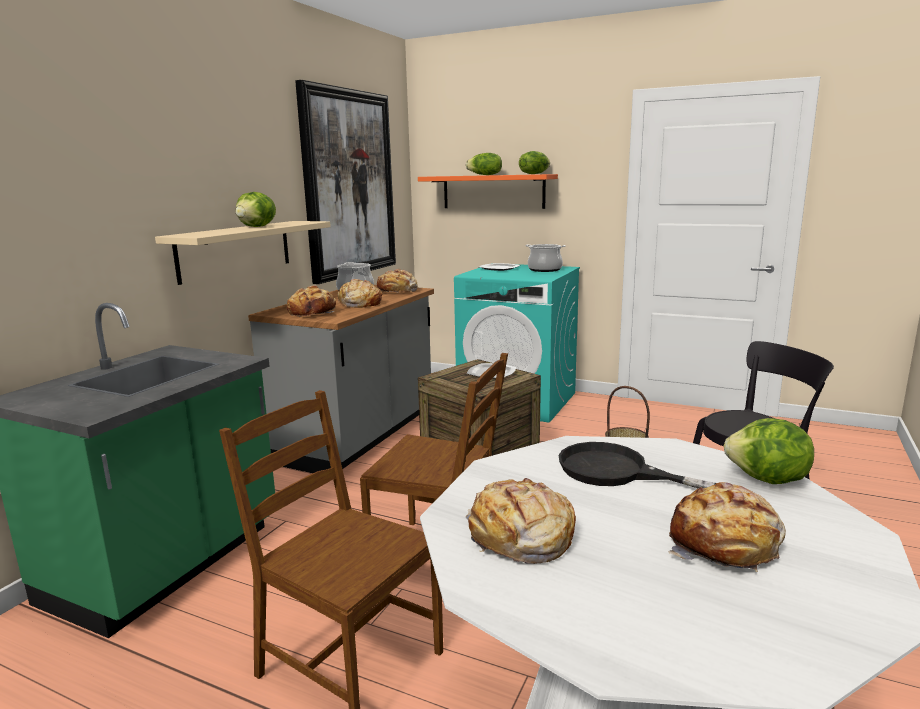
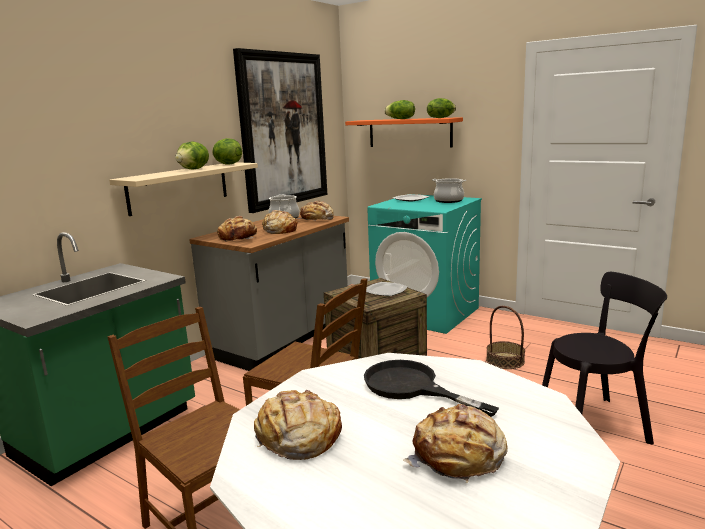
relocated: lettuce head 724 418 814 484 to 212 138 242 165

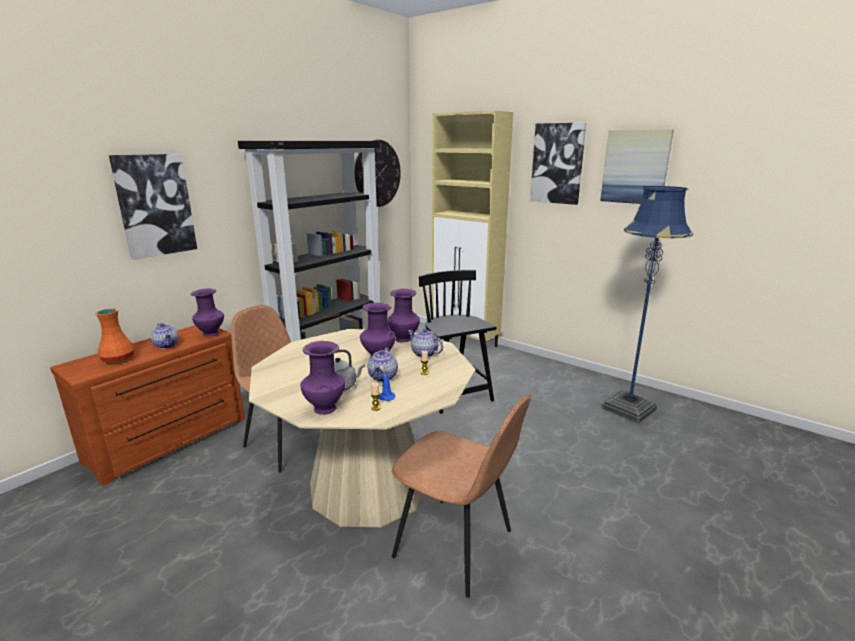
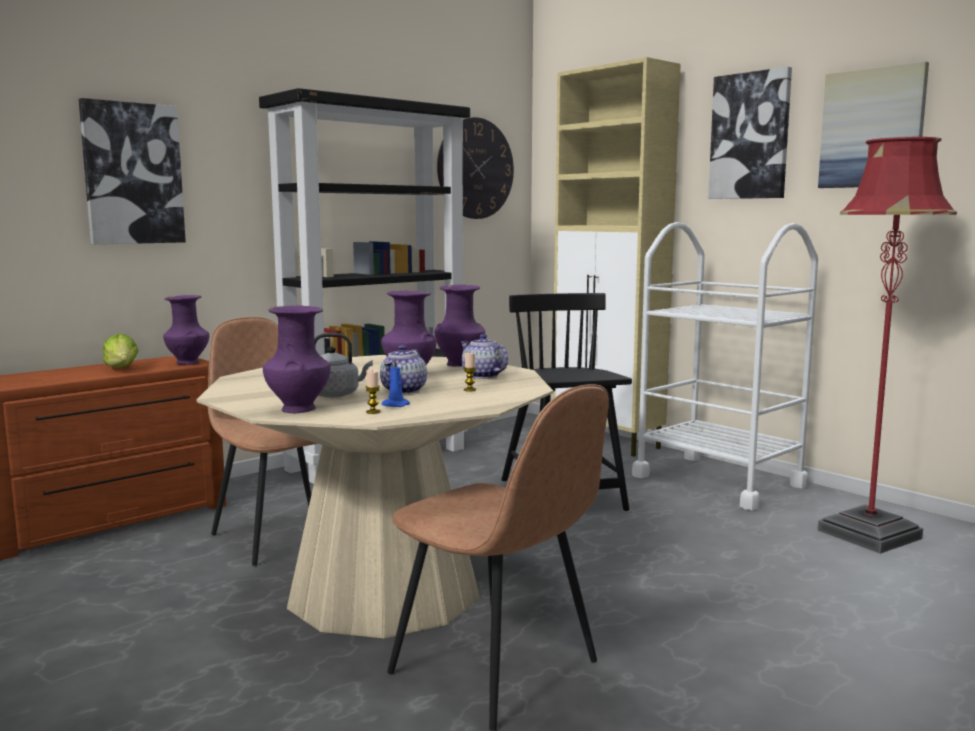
missing: orangey decorative vase 95 308 135 363
appeared: whitish wheeled cart 632 222 818 510
exchanged: tea pot 151 323 179 349 to lettuce head 103 334 138 368
colour: blue-coloured standard lamp 601 186 693 424 to red-coloured standard lamp 817 137 957 554

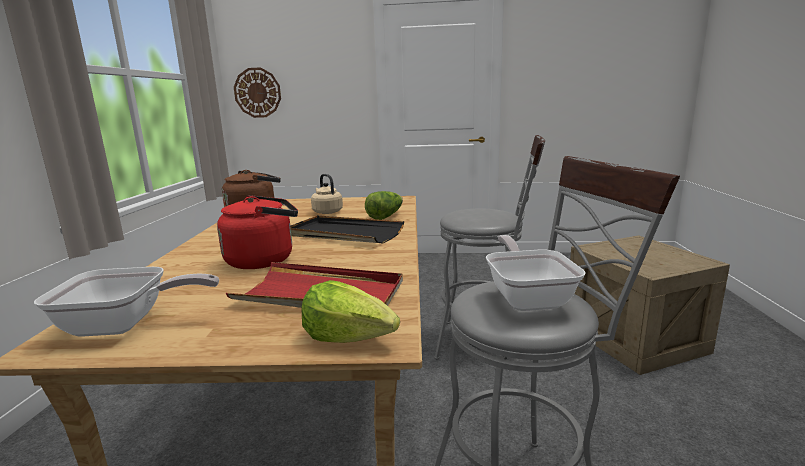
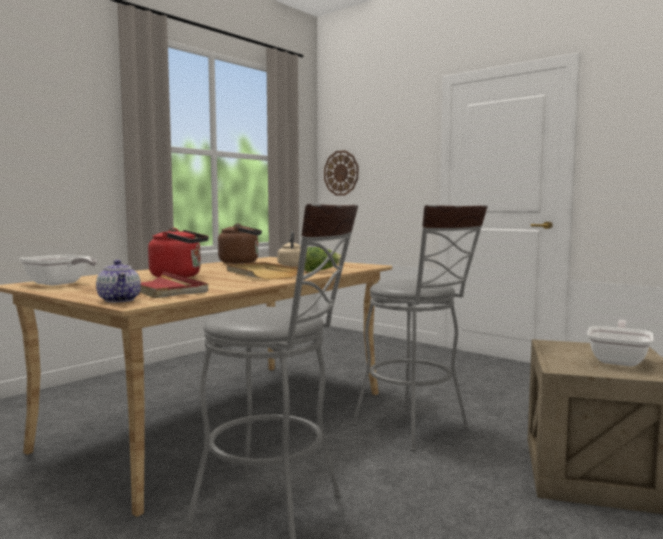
relocated: frying pan 486 235 586 311 to 587 320 653 366
exchanged: lettuce head 301 280 400 343 to tea pot 96 260 141 303
colour: blackish serving tray 291 216 404 243 to sand-coloured serving tray 227 262 298 279

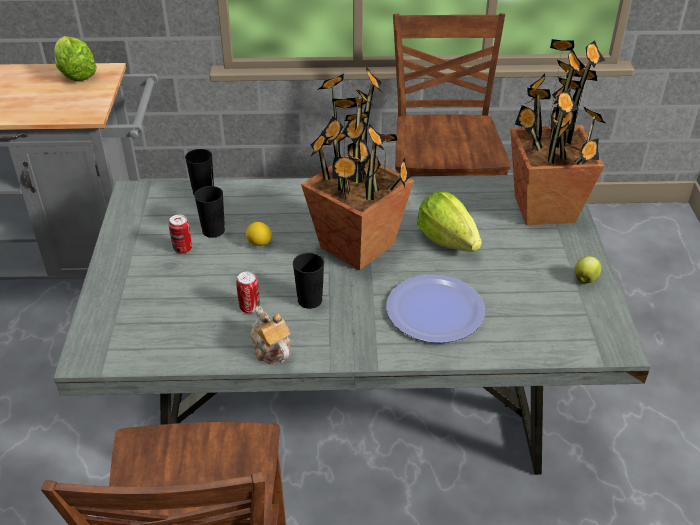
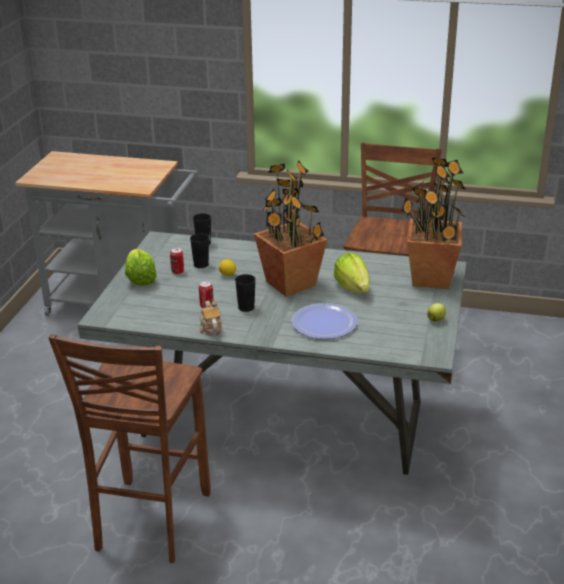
relocated: lettuce head 54 36 97 81 to 125 249 157 286

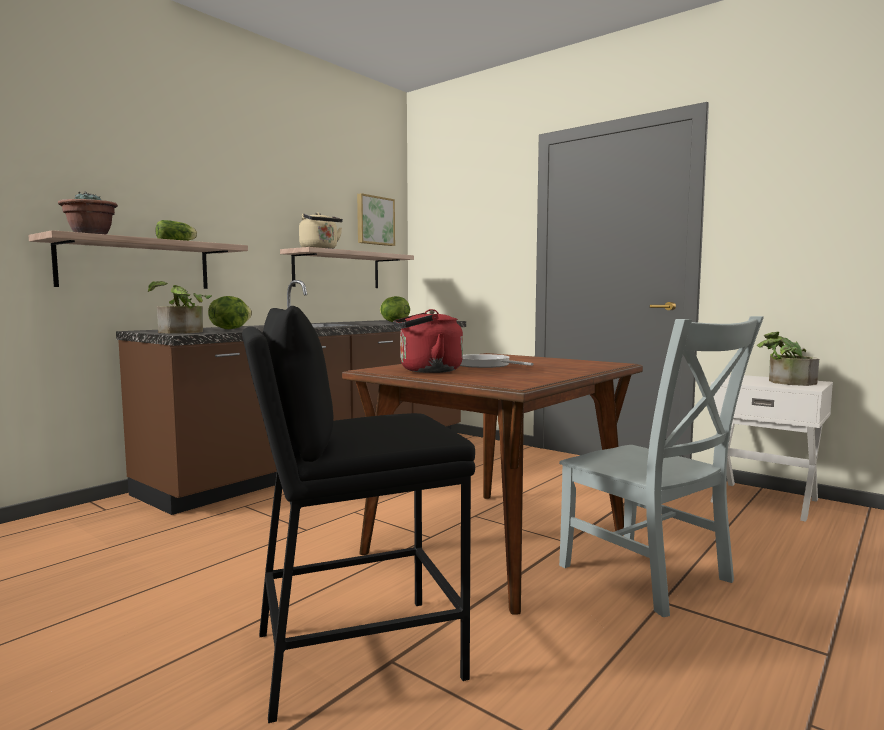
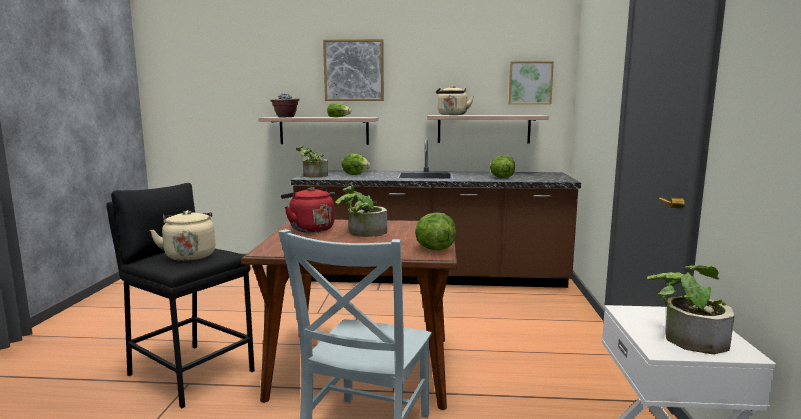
appeared: sand-coloured tea kettle 150 210 215 261; wall picture 323 39 384 101; lettuce head 415 212 456 250
exchanged: frying pan 460 354 533 368 to plant in a pot 336 185 387 237

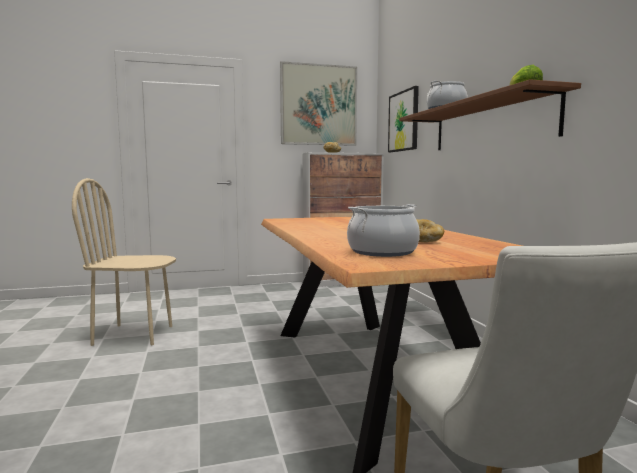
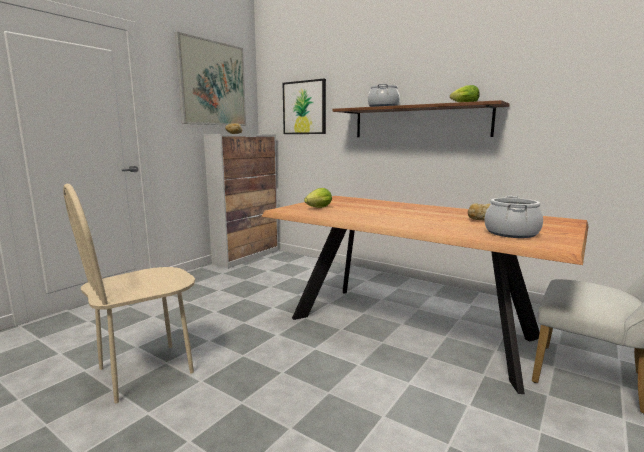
appeared: lettuce head 304 188 332 208

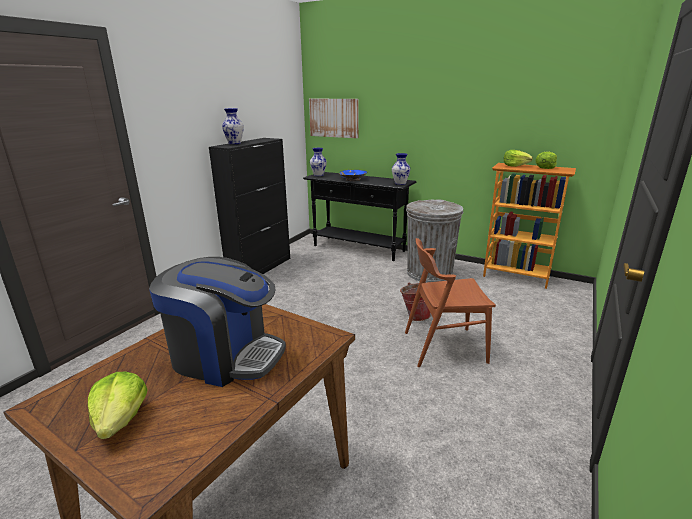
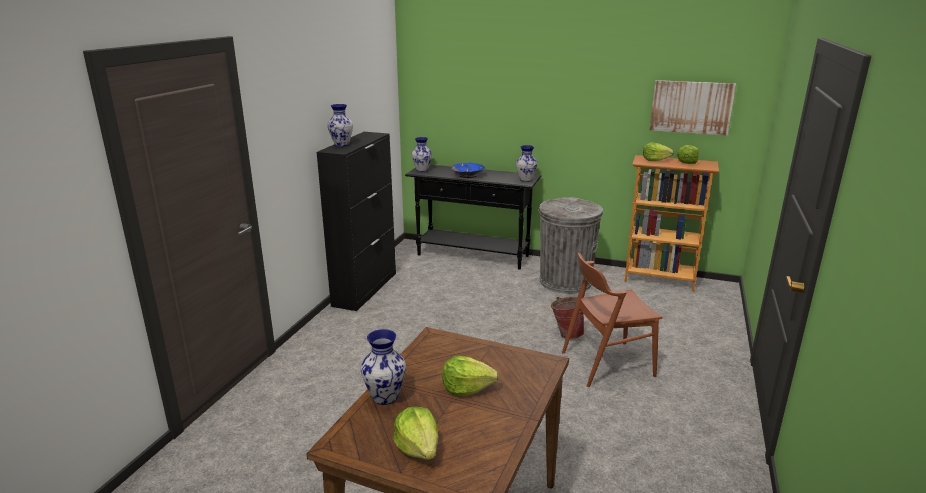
appeared: decorative vase 361 329 406 405
relocated: wall picture 309 99 359 138 to 650 80 736 136
exchanged: coffee maker 149 257 286 387 to lettuce head 442 356 499 396

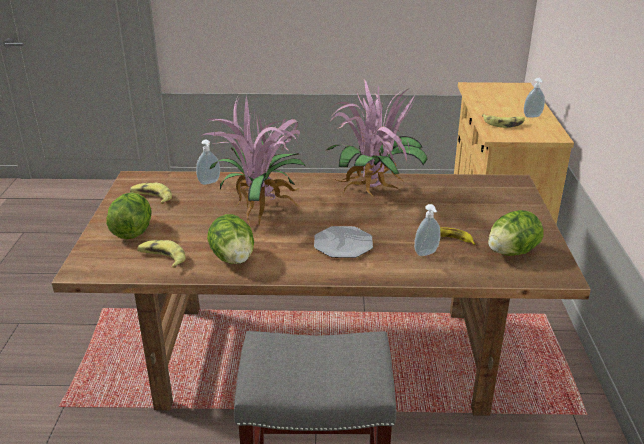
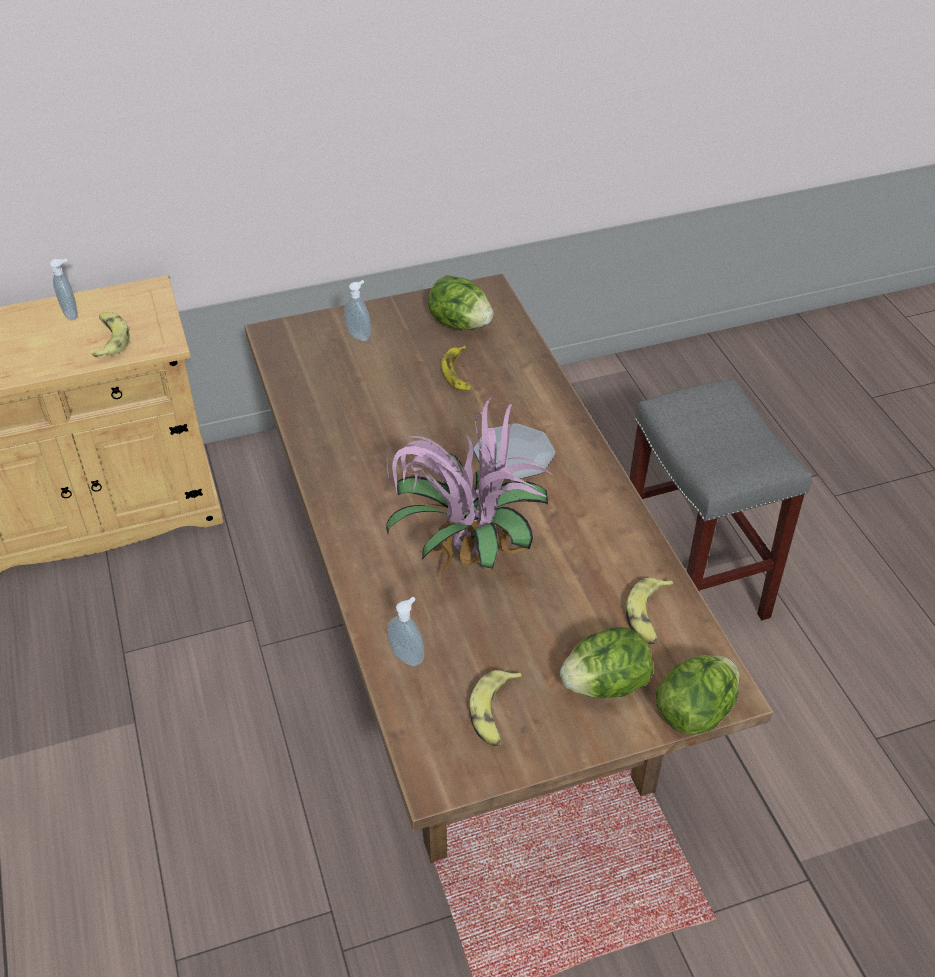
missing: plant in a pot 327 79 427 197
relocated: soap bottle 414 204 441 256 to 344 280 371 341; lettuce head 207 214 254 264 to 656 655 739 735

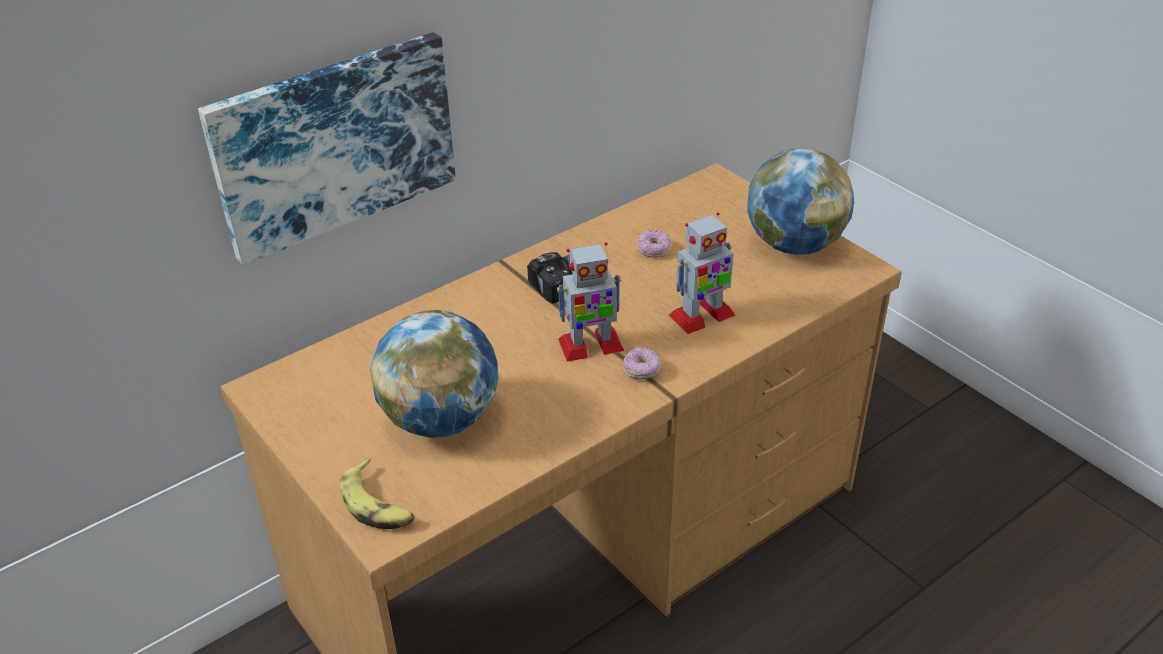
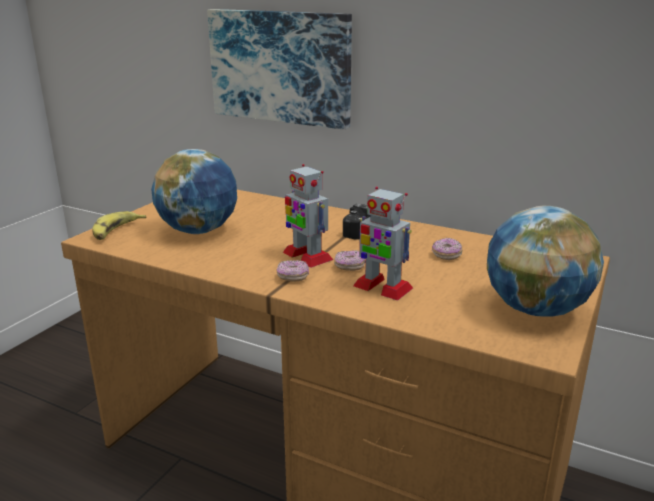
appeared: donut 334 250 366 271

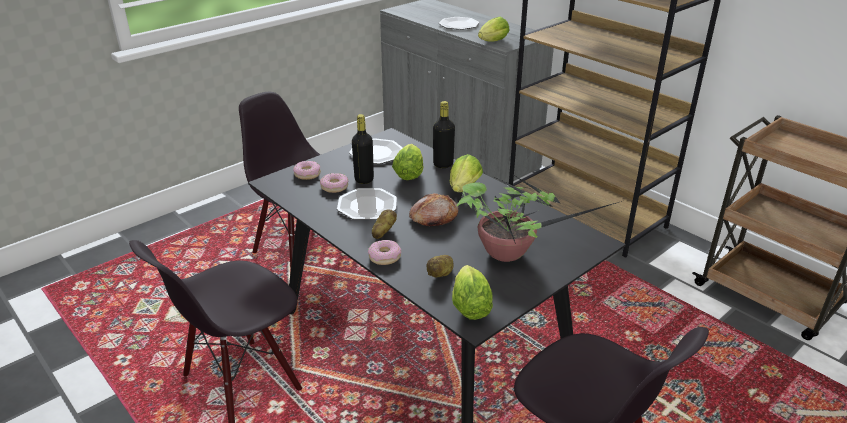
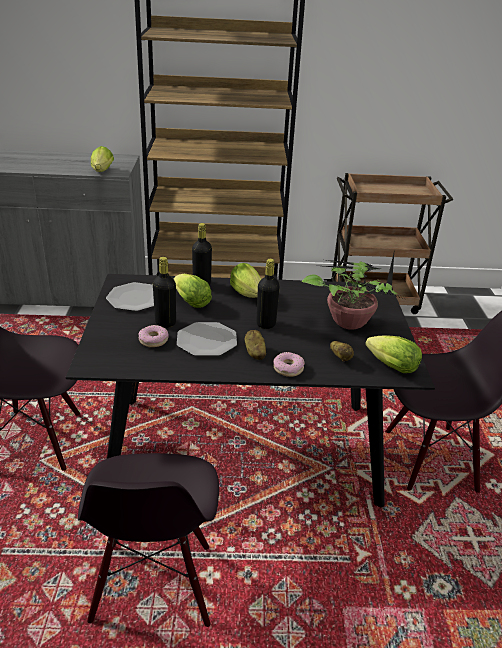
missing: donut 293 161 321 180; plate 438 17 479 30
exchanged: bakery bread 409 193 459 226 to blackish drink bottle 256 259 280 329

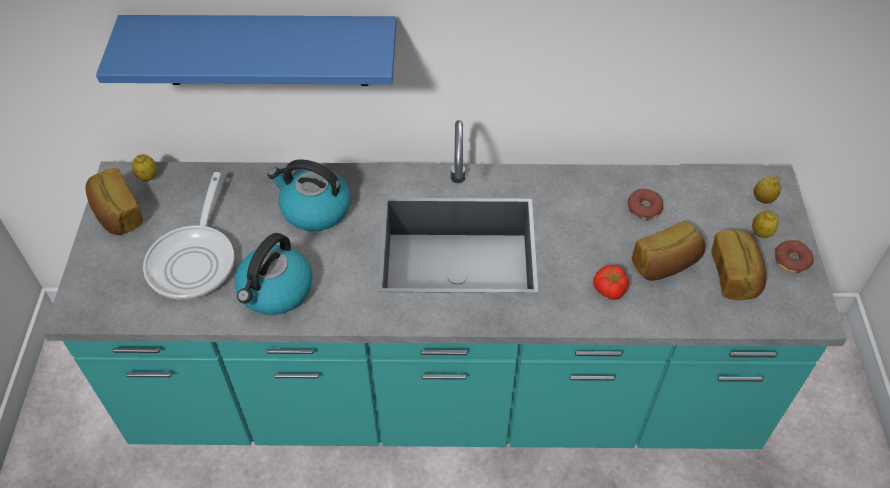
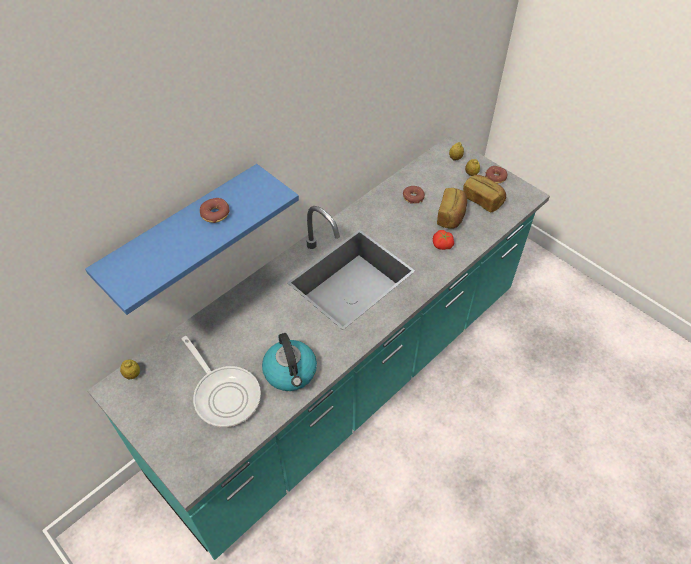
missing: bakery bread 86 168 144 235; tea kettle 268 159 350 231
appeared: donut 200 198 230 223

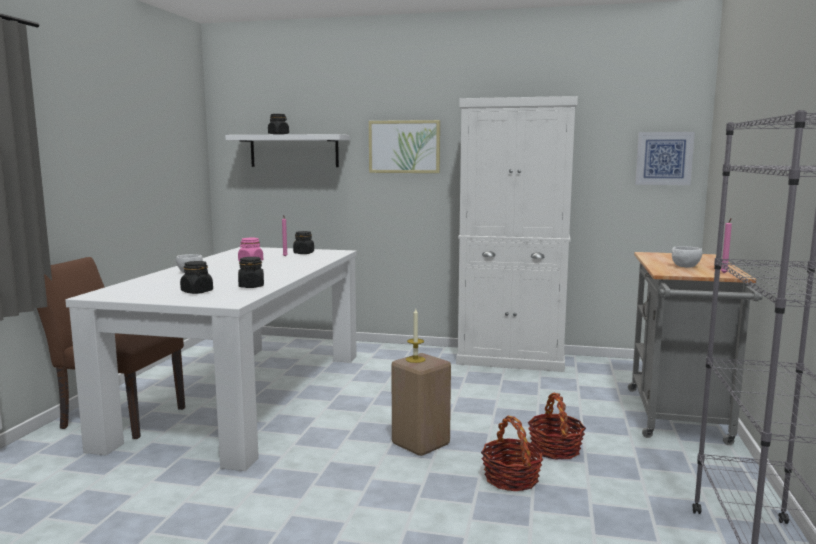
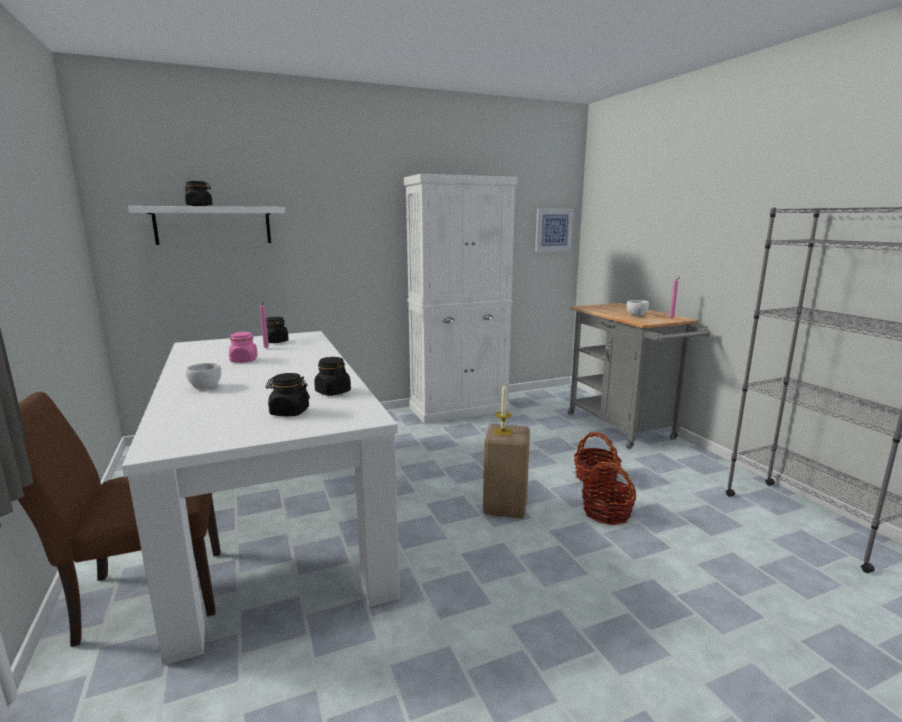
missing: wall picture 369 120 440 173

